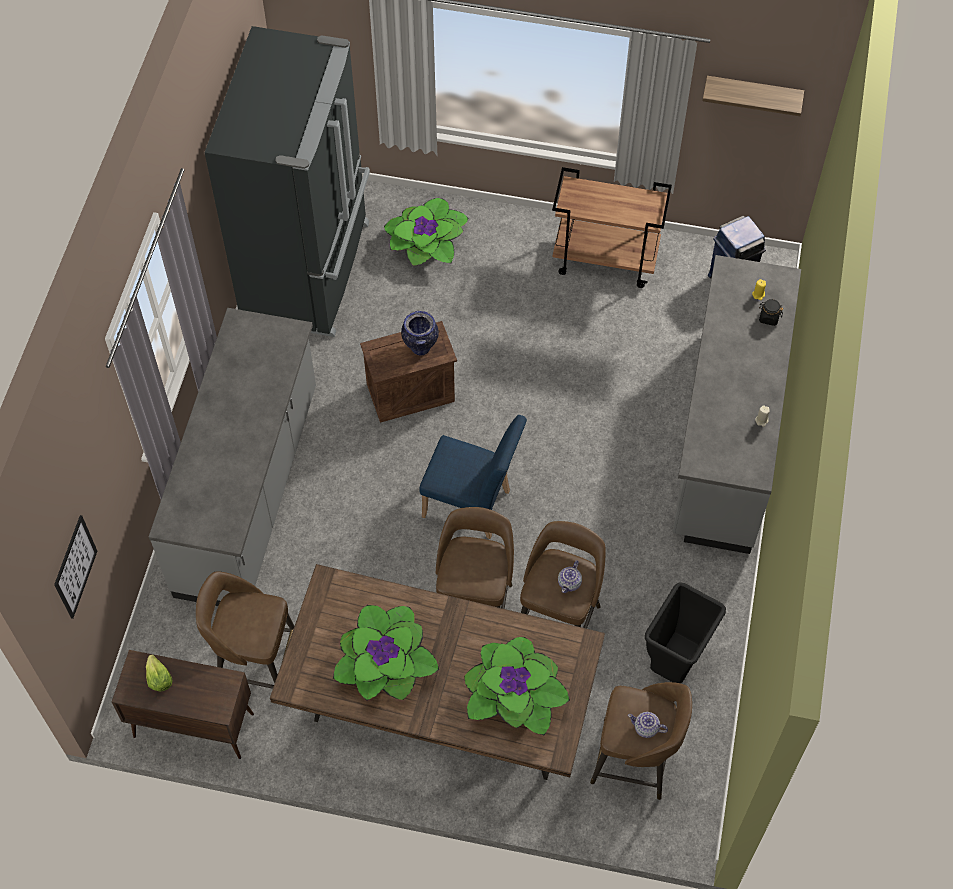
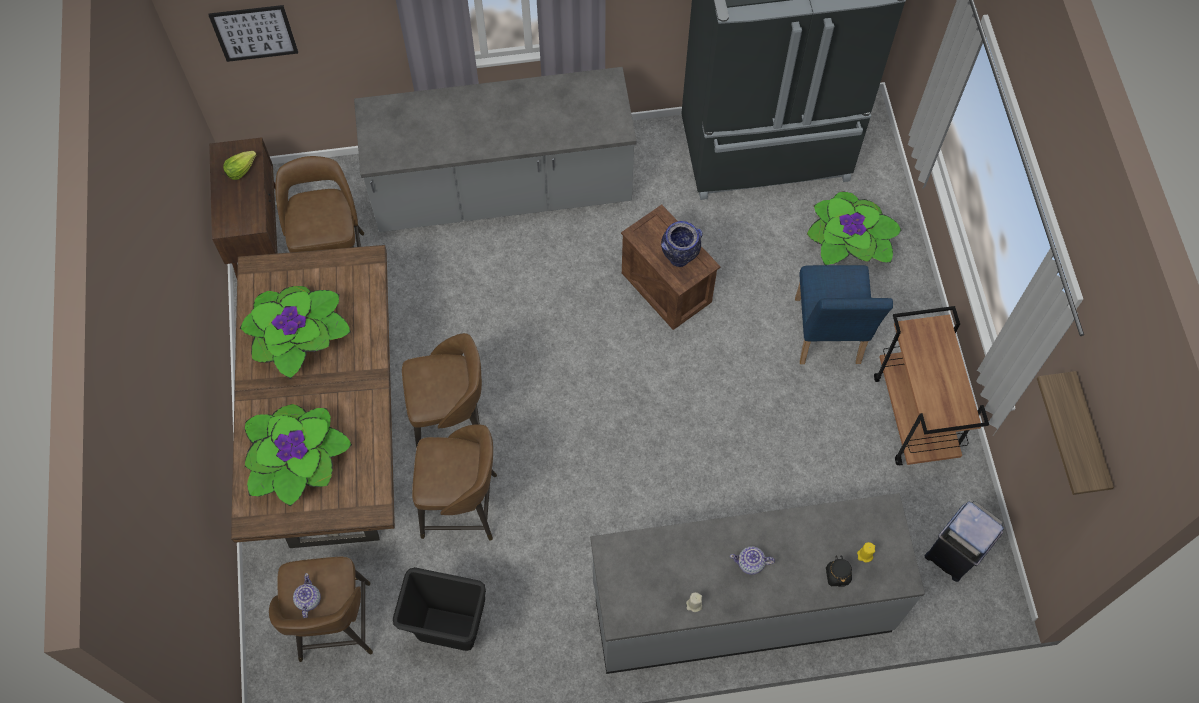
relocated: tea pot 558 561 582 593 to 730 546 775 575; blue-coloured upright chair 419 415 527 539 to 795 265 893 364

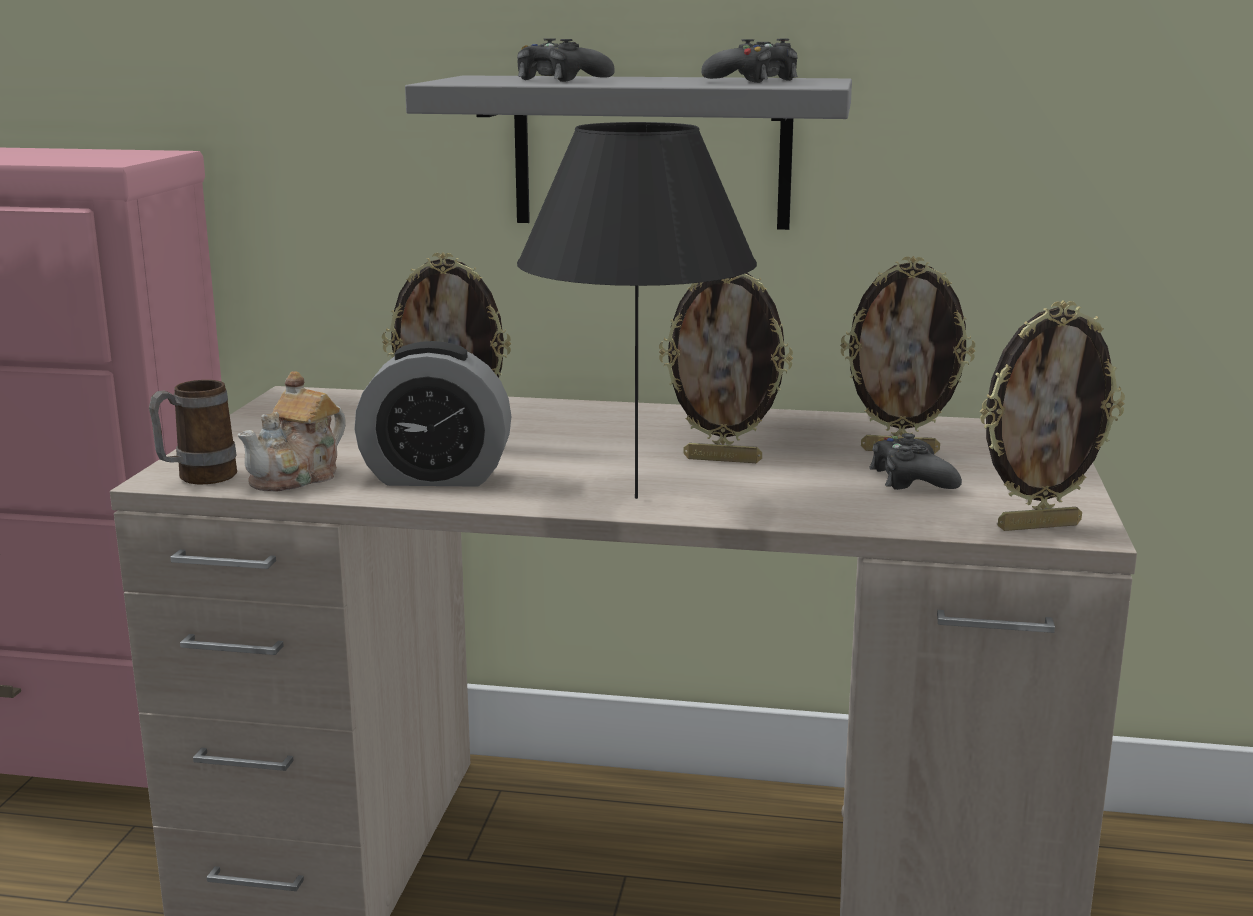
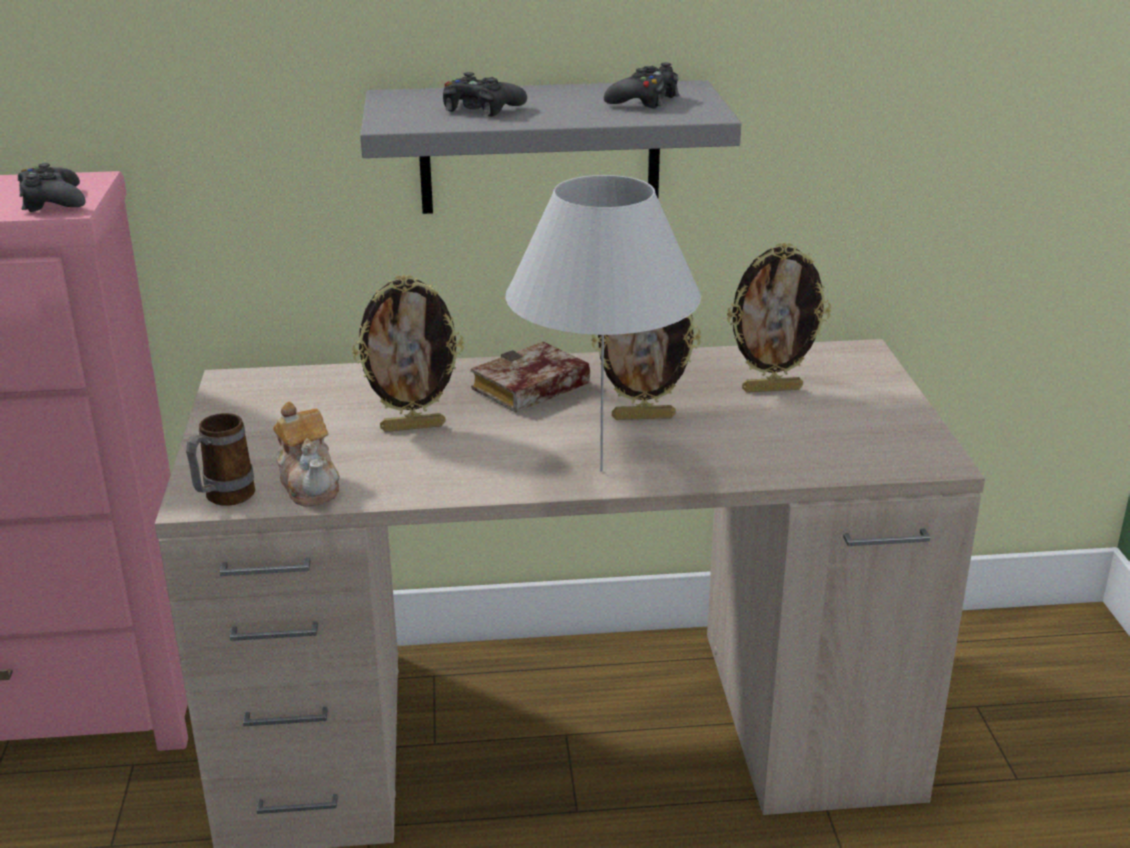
missing: table clock 354 341 511 486; standing frame 980 300 1125 531
appeared: book 471 342 590 413
relocated: blackish joypad 869 433 962 490 to 18 163 86 212
colour: blackish lamp for a table 517 122 757 499 to whitish lamp for a table 505 175 701 472
spun: tea pot 238 371 346 492 = 273 402 340 507 45 degrees counterclockwise

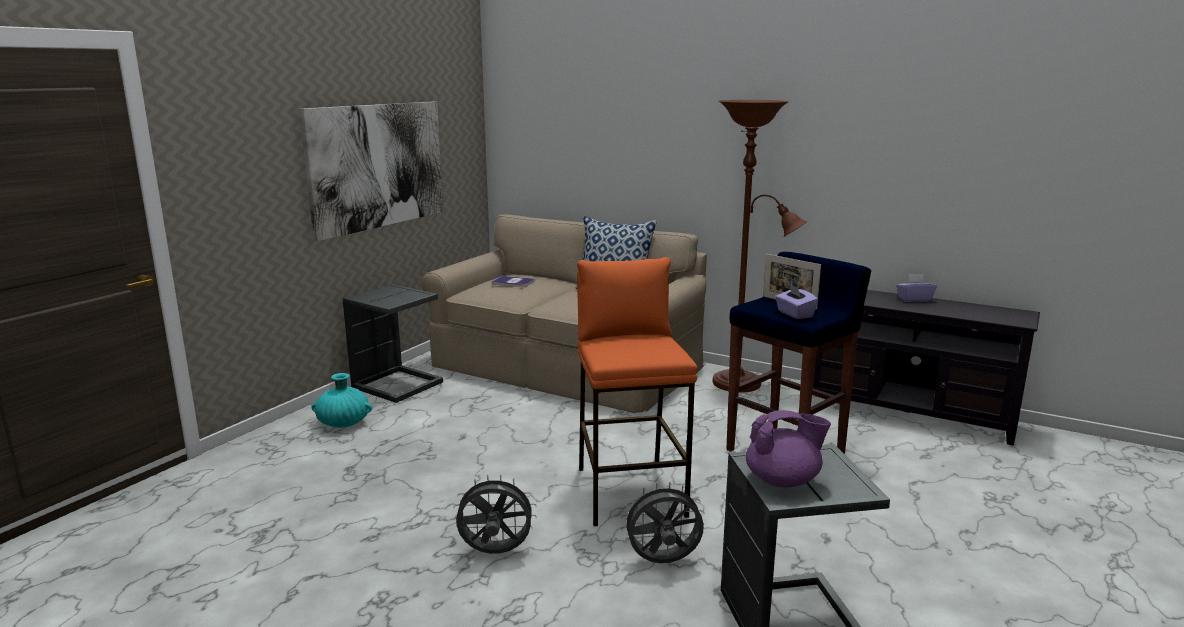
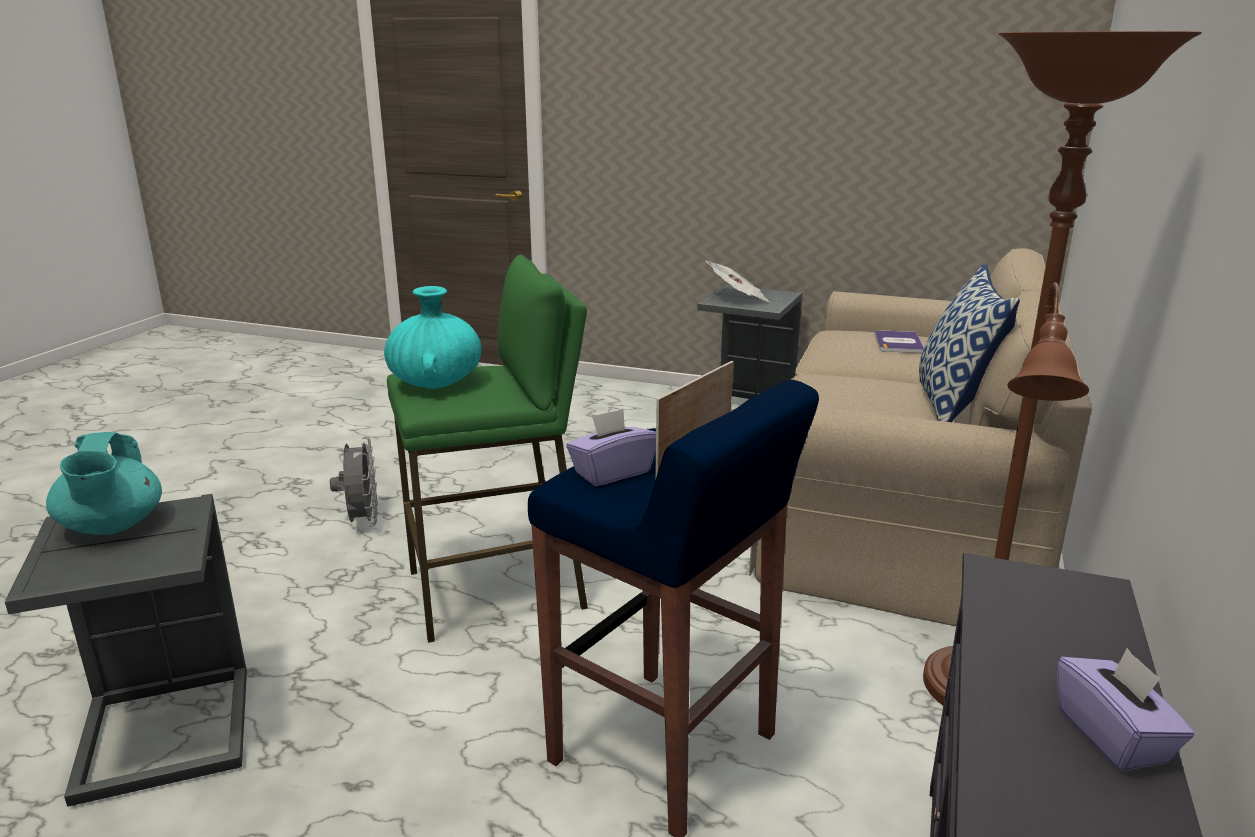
missing: wall picture 299 102 443 241; grey electric fan 621 482 705 563
appeared: printed paper 706 261 770 302
relocated: turquoise decorative vase 311 373 372 428 to 384 286 482 389
colour: purple-coloured tea pot 746 410 831 487 to turquoise tea pot 46 432 162 535; orangey stool seat 577 257 698 527 to greenish stool seat 387 255 588 643

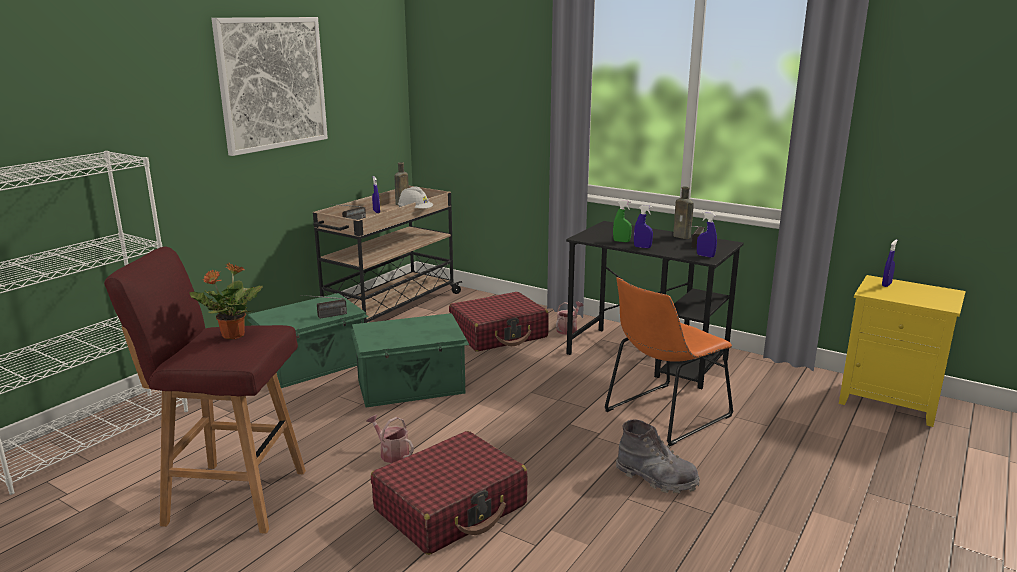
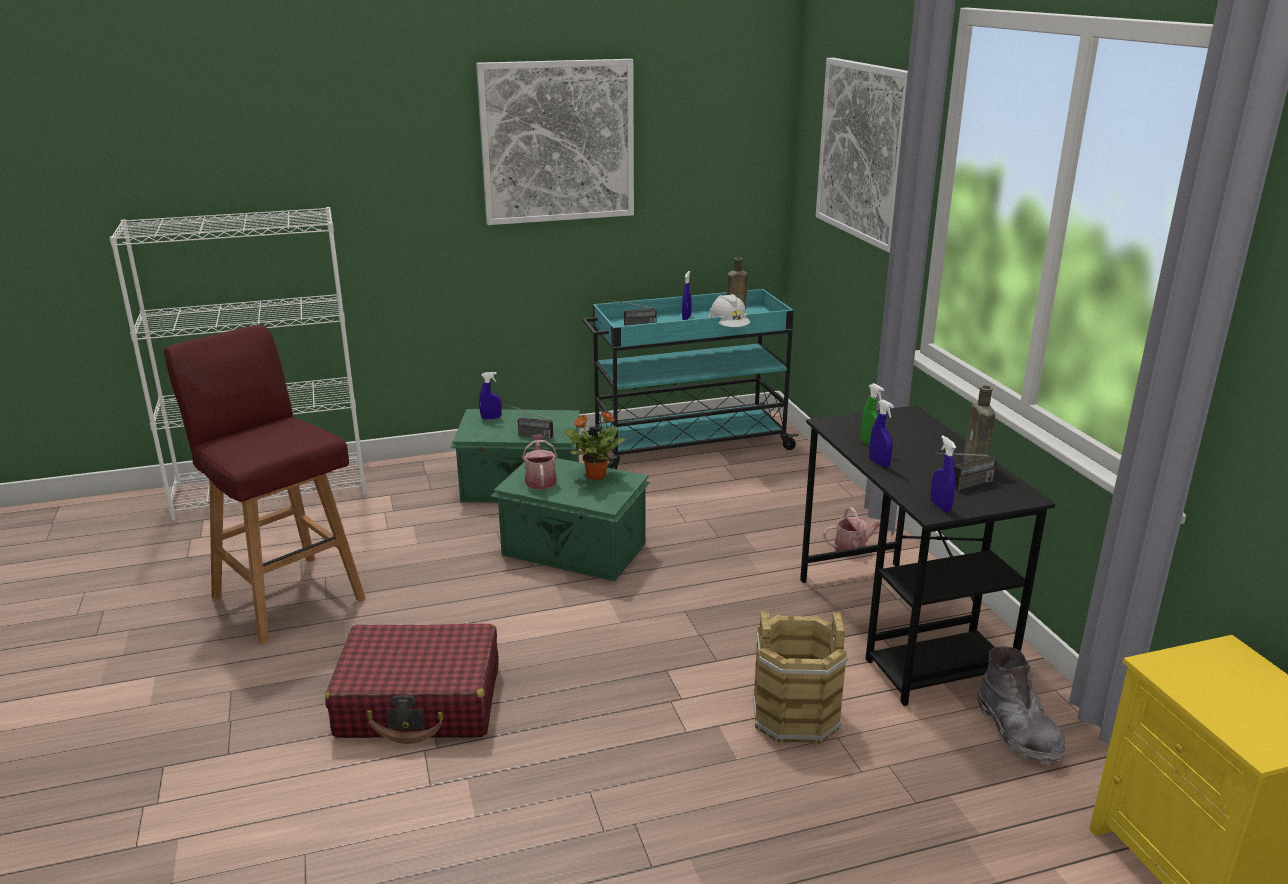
missing: red-coloured travel case 449 292 549 352
appeared: wall picture 816 58 908 253
relocated: blue-coloured spray bottle 882 239 898 287 to 479 372 502 420; sprinkling can 366 414 414 463 to 522 434 557 489; plant in a pot 189 263 263 339 to 566 411 626 480; grey tall boot 616 420 700 493 to 977 646 1065 765
exchanged: orangey upright chair 605 277 733 446 to brown-coloured pail 753 611 848 744
colour: sand-coloured wheeled cart 313 186 462 323 to turquoise wheeled cart 582 289 799 469

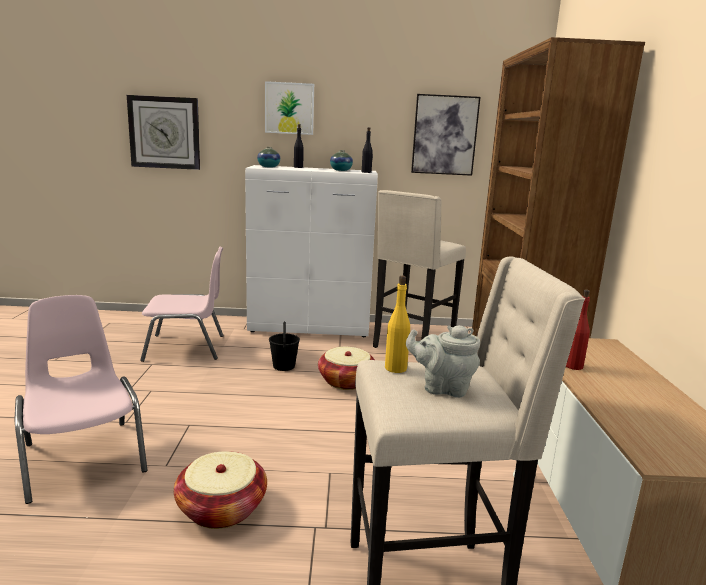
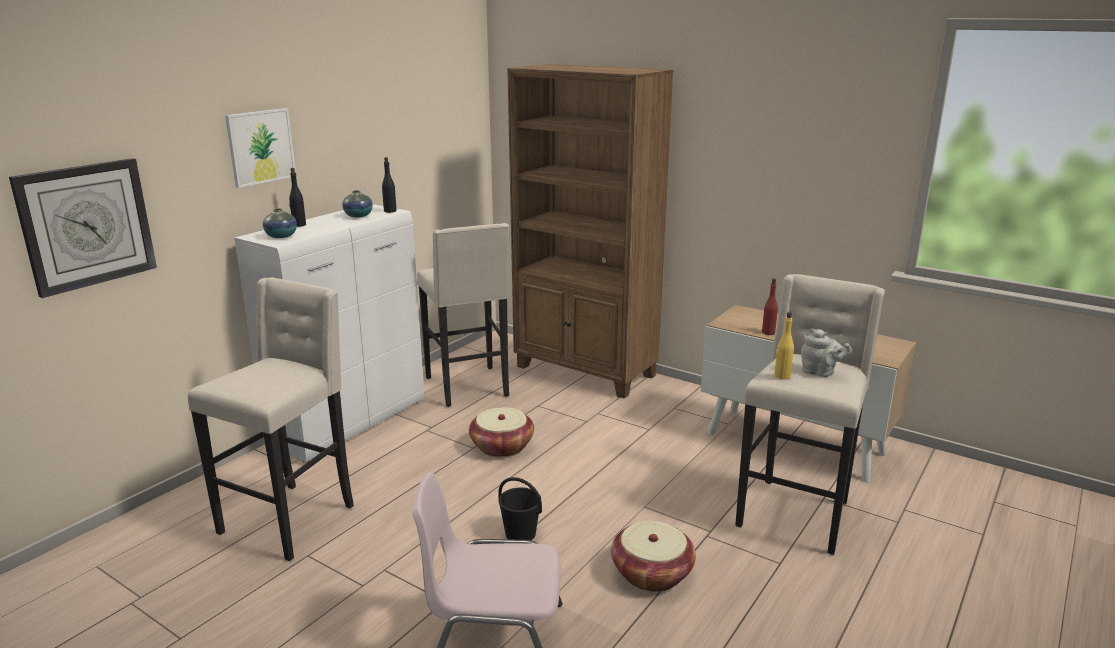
missing: wall picture 411 94 481 176
relocated: blackish pail 269 321 300 371 to 498 477 542 540
exchanged: pink-coloured upright chair 140 247 224 362 to sand-coloured stool seat 188 277 354 561
spun: grey tea pot 406 325 480 398 = 801 328 852 377 105 degrees counterclockwise

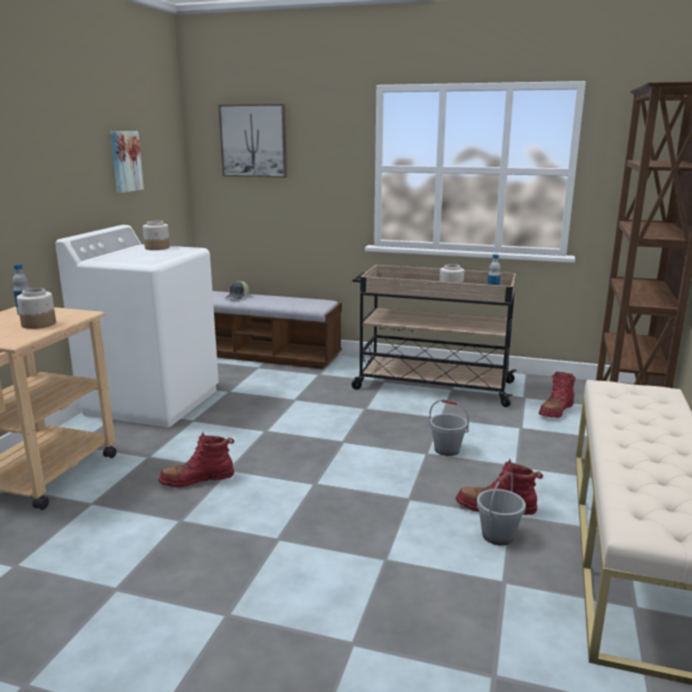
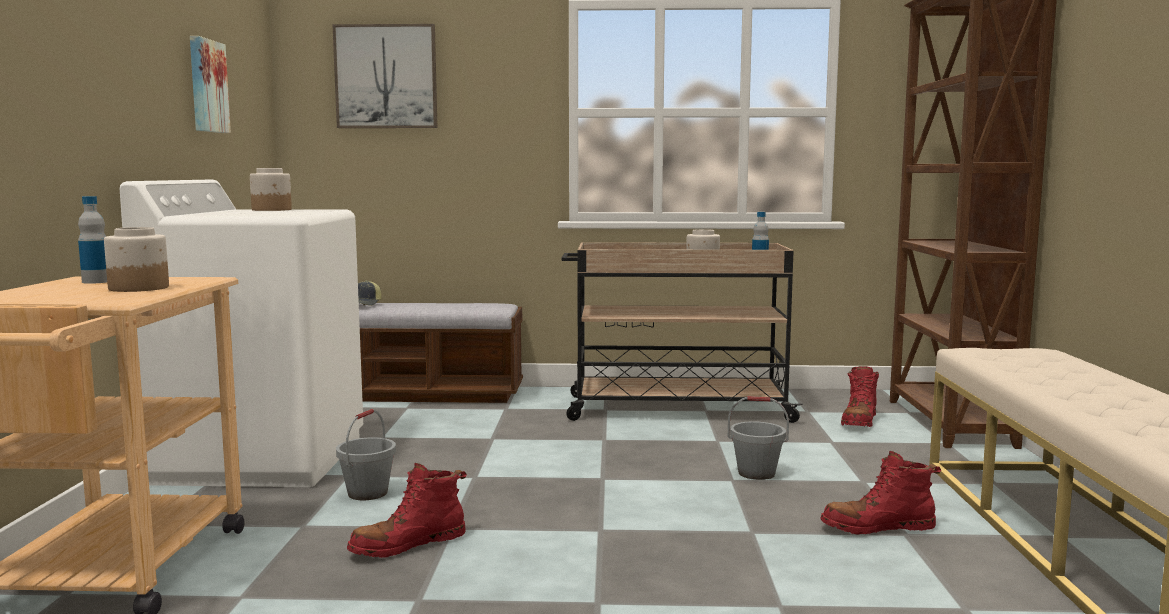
relocated: grey pail 477 472 526 546 to 336 409 396 500

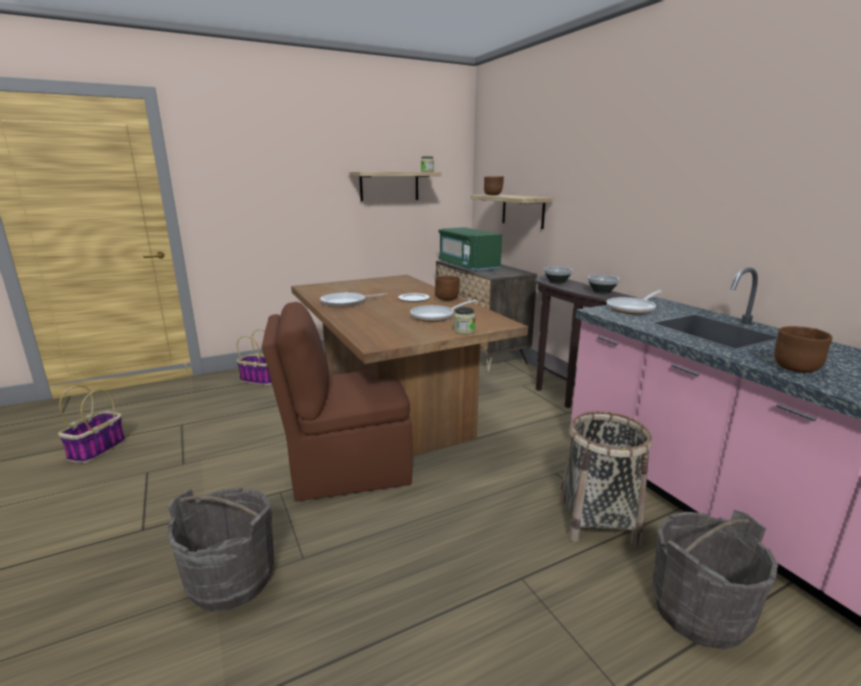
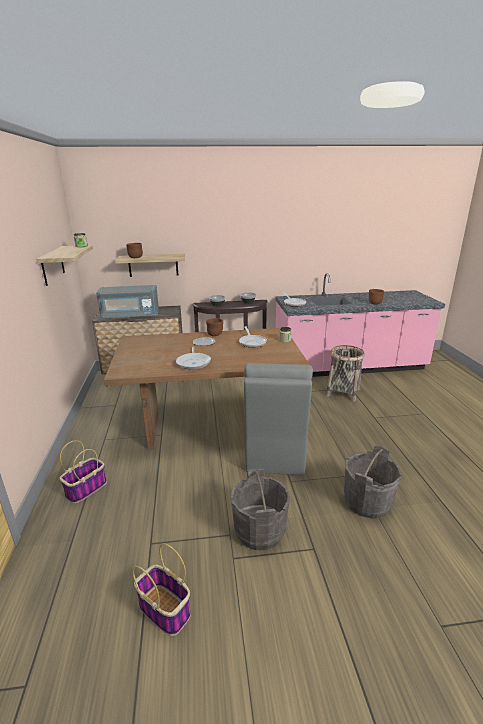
relocated: grey pail 652 510 778 649 to 231 468 290 550
colour: greenish microwave 438 227 502 272 to grey microwave 96 285 159 319; brown-coloured upright chair 262 302 413 501 to grey upright chair 244 363 313 475

